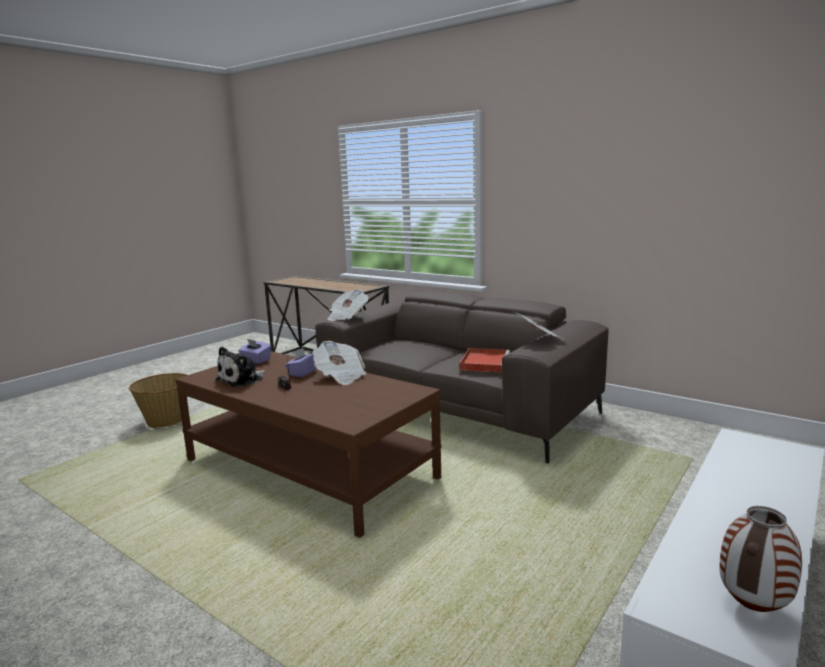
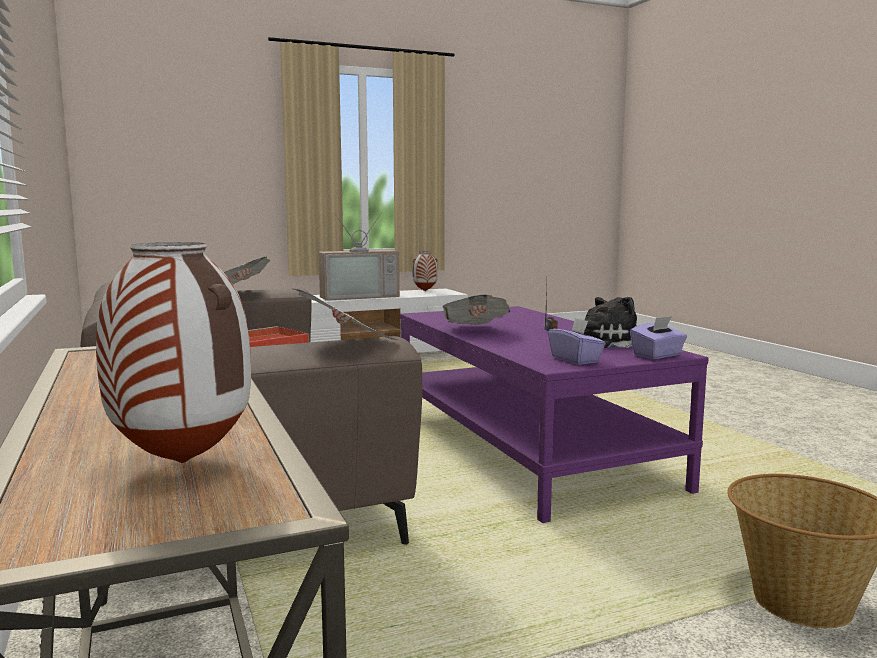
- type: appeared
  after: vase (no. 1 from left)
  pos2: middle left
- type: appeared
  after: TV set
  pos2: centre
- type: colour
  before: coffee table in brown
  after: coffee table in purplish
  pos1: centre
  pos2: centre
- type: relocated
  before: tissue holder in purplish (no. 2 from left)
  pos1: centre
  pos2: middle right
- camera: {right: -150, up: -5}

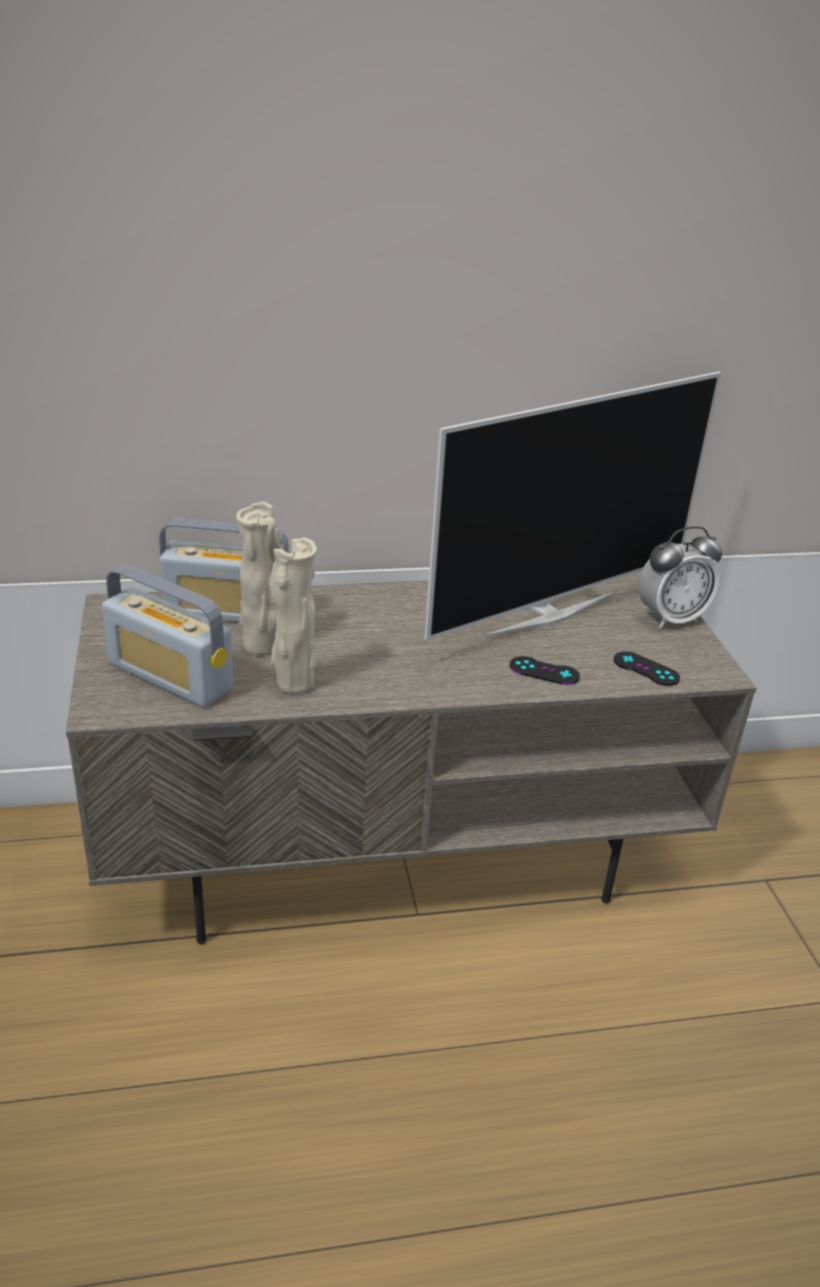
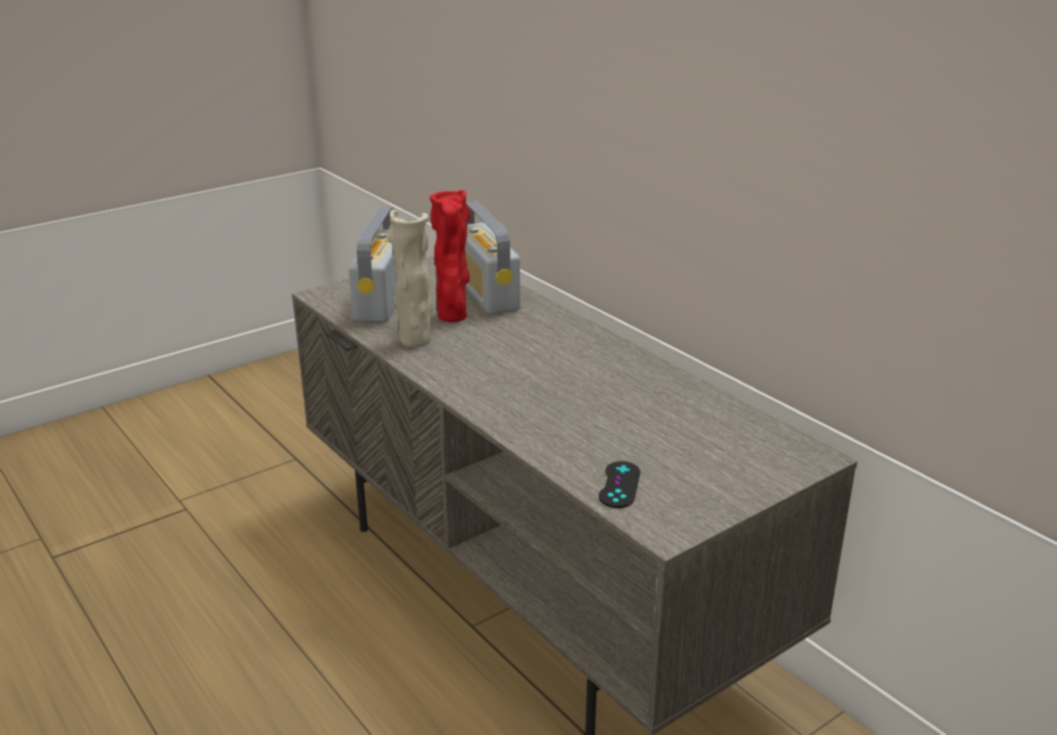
- type: colour
  before: vase in beige (no. 1 from left)
  after: vase in red
  pos1: middle left
  pos2: centre
- type: missing
  before: TV set
  pos1: middle right
- type: missing
  before: joypad in blackish (no. 1 from left)
  pos1: centre
- type: missing
  before: table clock
  pos1: middle right
- camera: {right: 65, up: -5}

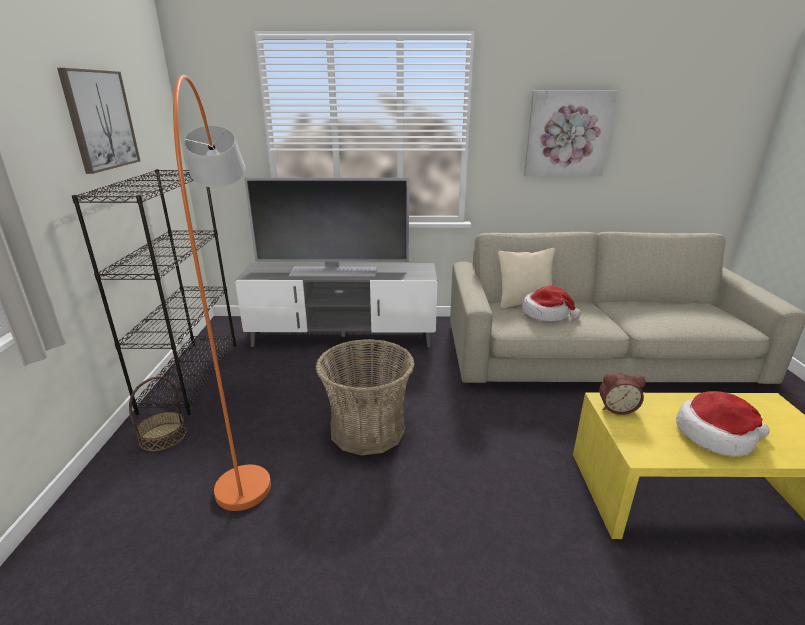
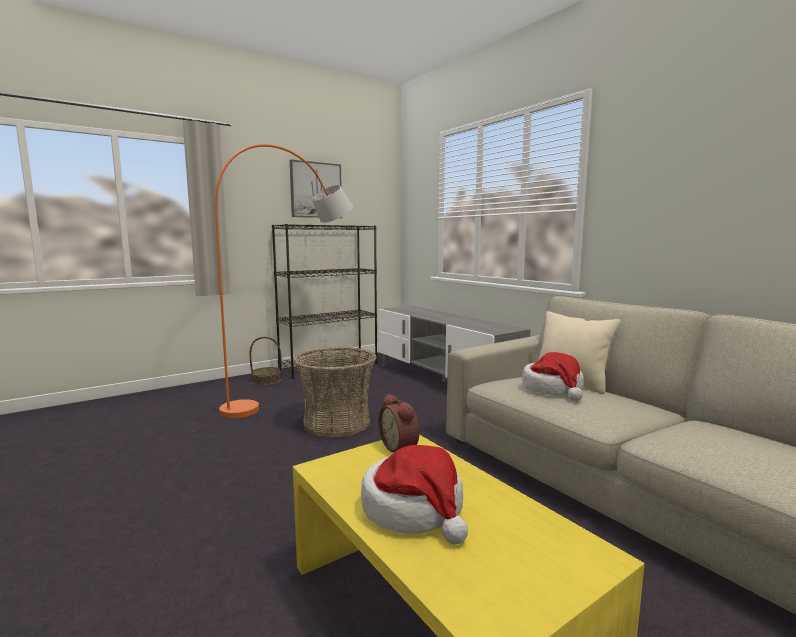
- type: missing
  before: TV set
  pos1: centre
- type: missing
  before: wall art (no. 2 from left)
  pos1: top right
- camera: {right: 55, up: -15}

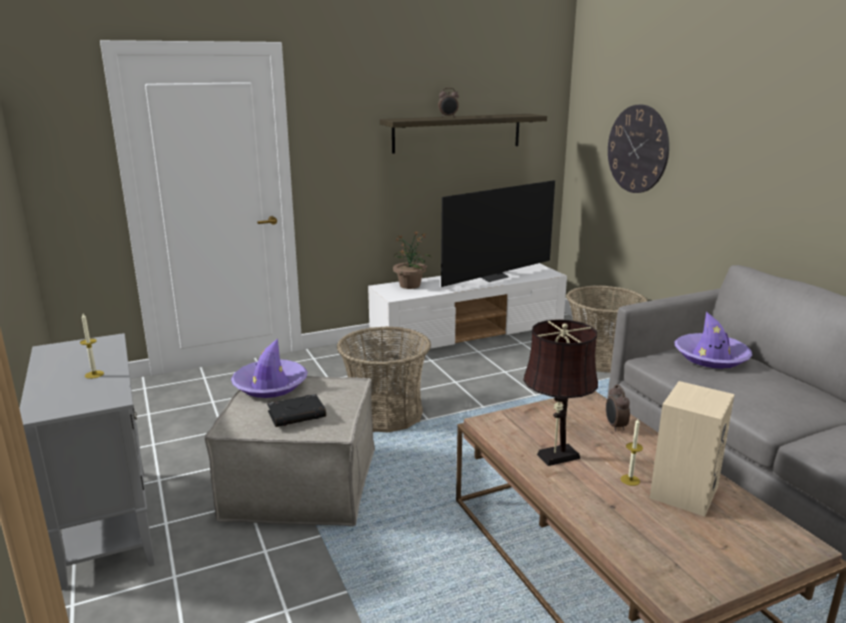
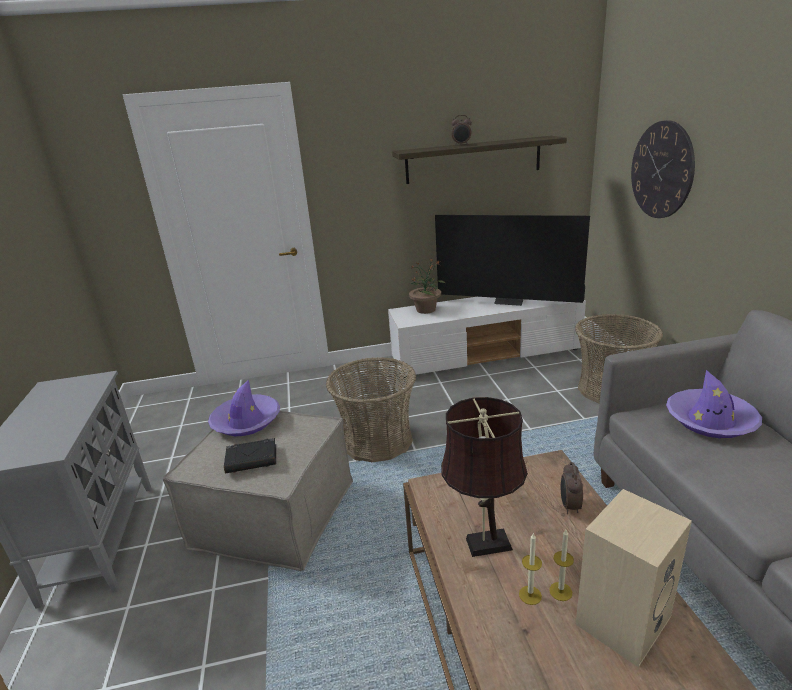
- type: spun
  before: TV set
  pos1: centre
  pos2: centre
  turn: 45
- type: relocated
  before: wax light (no. 1 from left)
  pos1: middle left
  pos2: bottom right
- camera: {right: 15, up: 5}

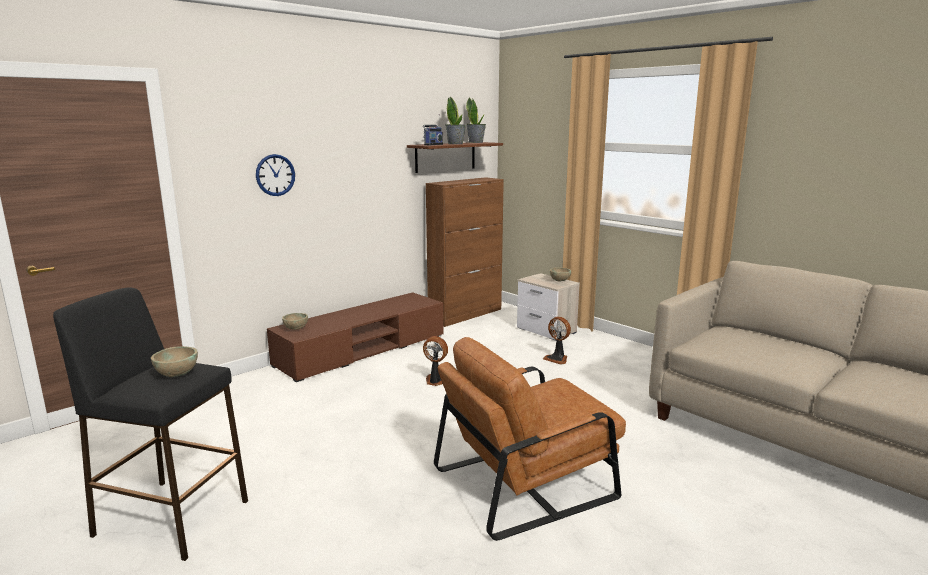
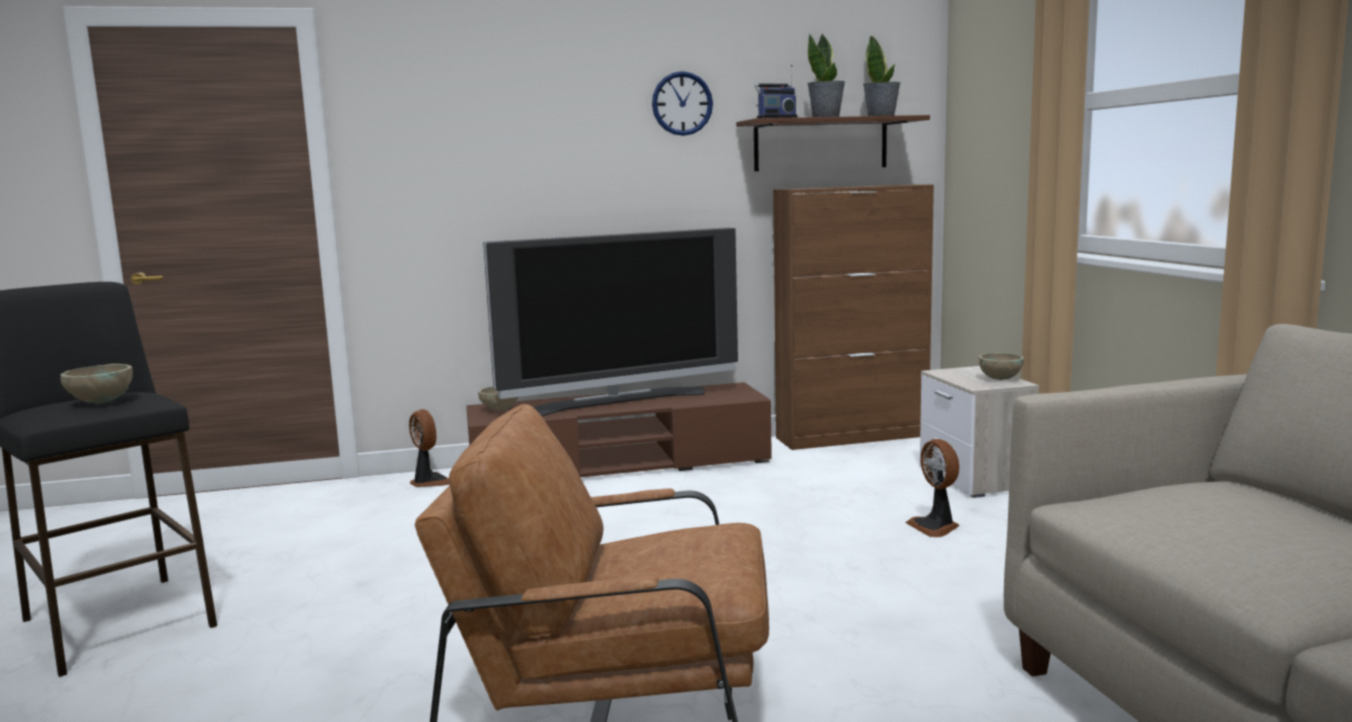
- type: relocated
  before: fan (no. 1 from left)
  pos1: centre
  pos2: middle left
- type: appeared
  after: TV set
  pos2: centre
- type: relocated
  before: wall clock
  pos1: top left
  pos2: top centre
- camera: {right: 30, up: -5}

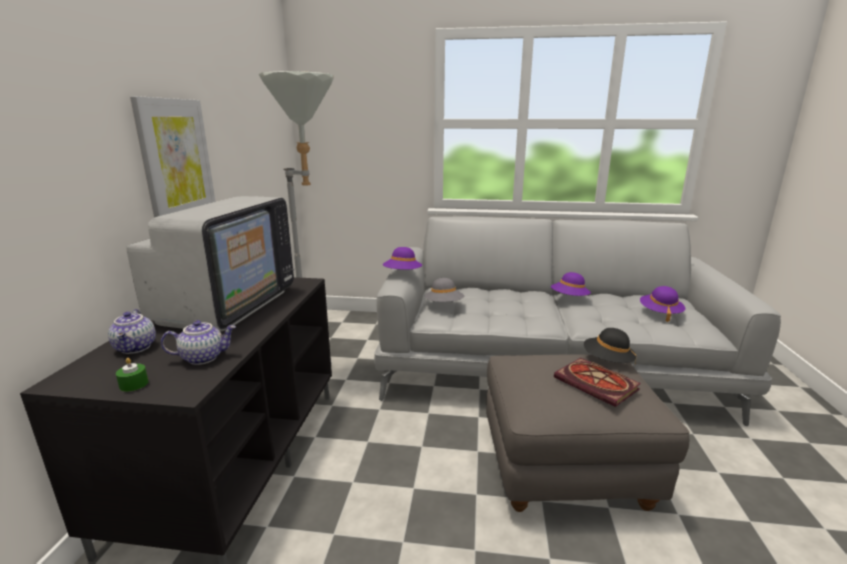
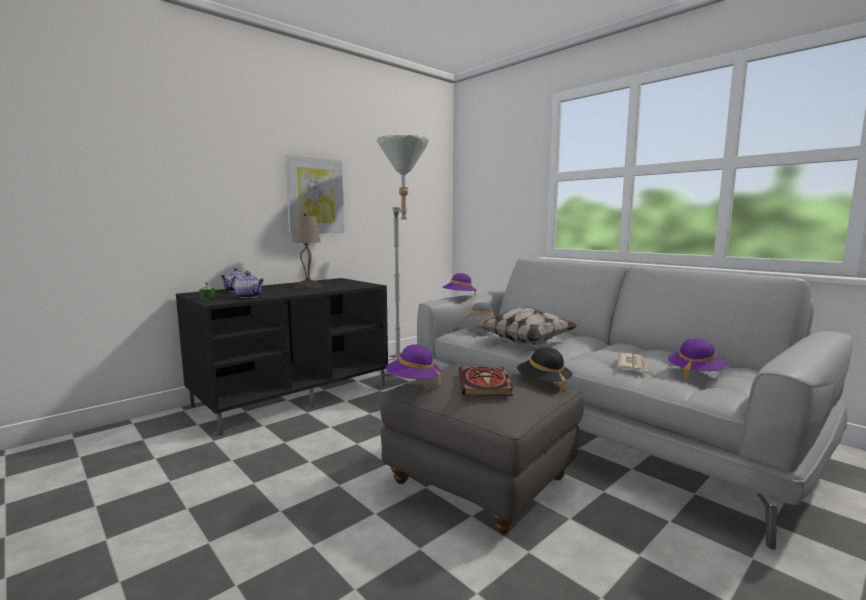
- type: exchanged
  before: TV set
  after: table lamp in beige
  pos1: middle left
  pos2: centre
- type: relocated
  before: hat in purplish (no. 2 from left in the first image)
  after: hat in purplish (no. 1 from left)
  pos1: middle right
  pos2: centre
- type: appeared
  after: throw pillow
  pos2: centre
- type: appeared
  after: newspaper
  pos2: middle right
- camera: {right: 40, up: -10}

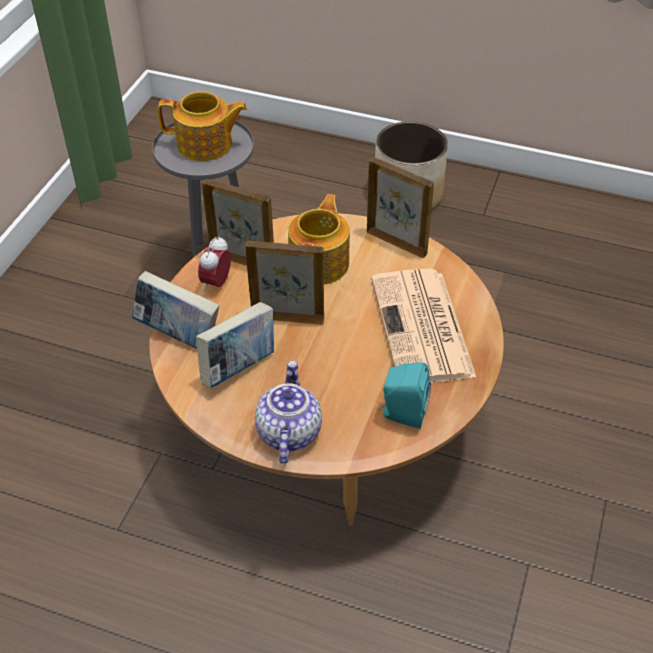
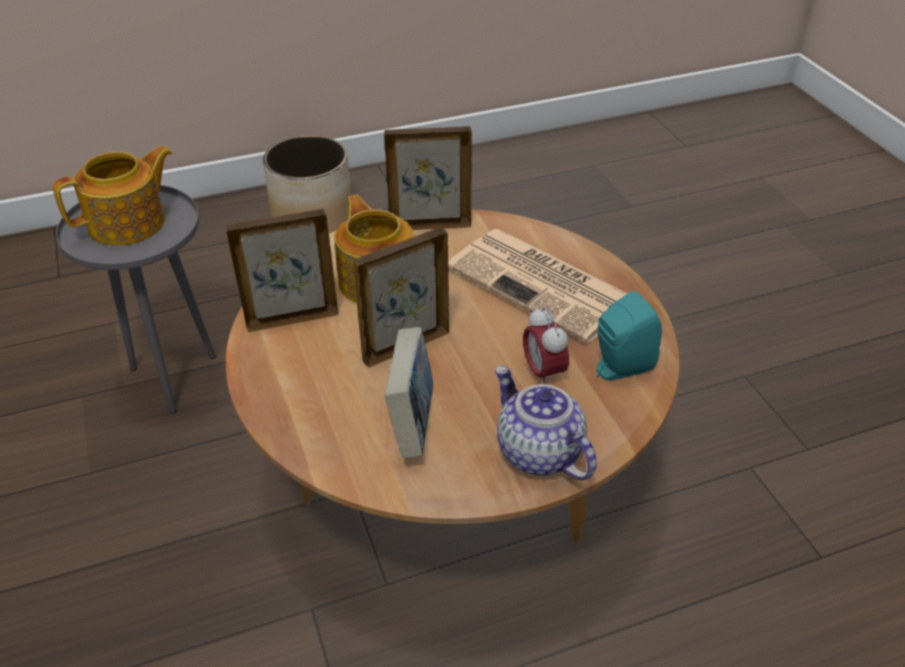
- type: relocated
  before: table clock
  pos1: middle left
  pos2: centre
- type: missing
  before: bound book (no. 1 from left)
  pos1: middle left
- camera: {right: -40, up: -5}

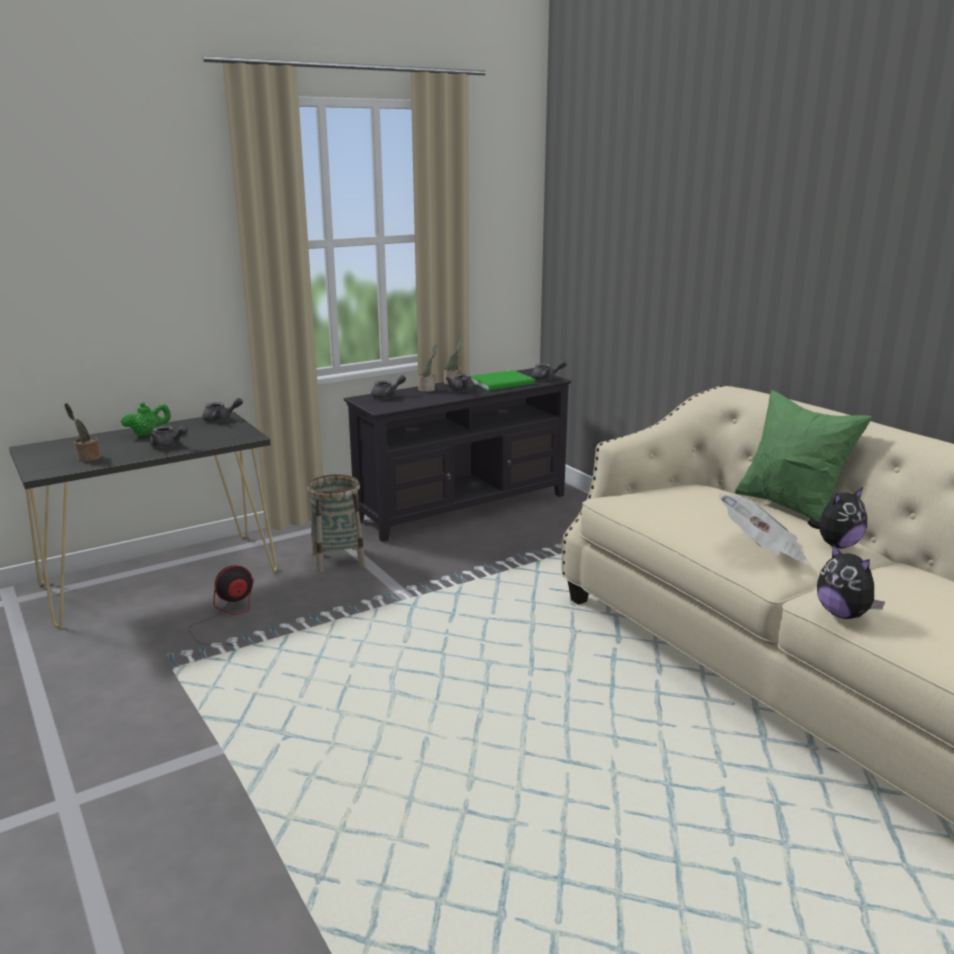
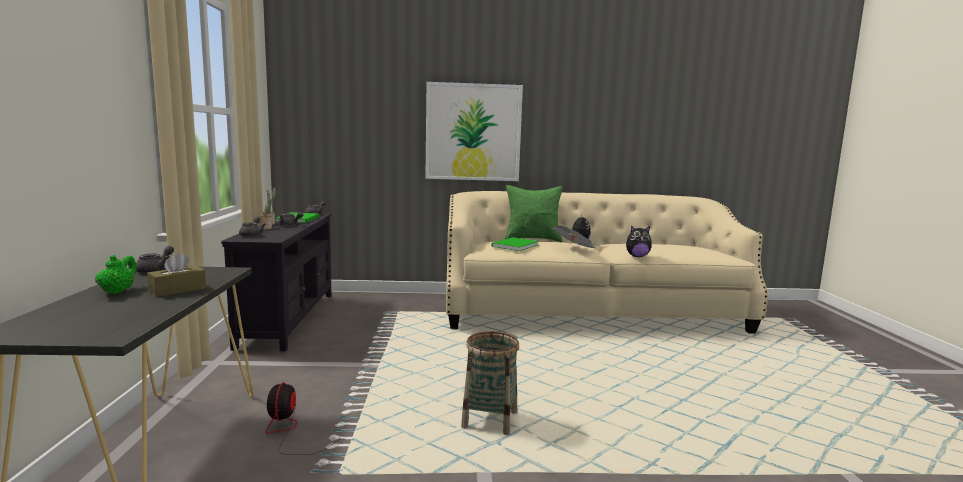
- type: exchanged
  before: pot for tea in gray (no. 1 from left)
  after: tissue holder in brown
  pos1: middle left
  pos2: middle left
- type: appeared
  after: wall art
  pos2: top centre
- type: relocated
  before: storage basket
  pos1: centre
  pos2: bottom centre
- type: appeared
  after: bound book in green-coloured (no. 2 from left)
  pos2: centre
- type: missing
  before: plant in a pot (no. 1 from left)
  pos1: middle left
- camera: {right: -60, up: -10}

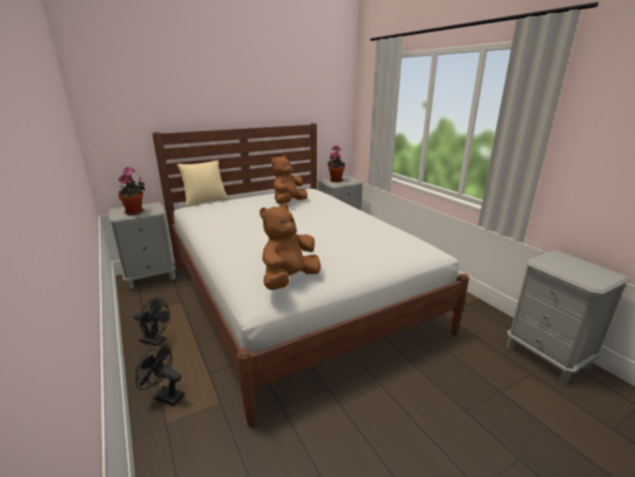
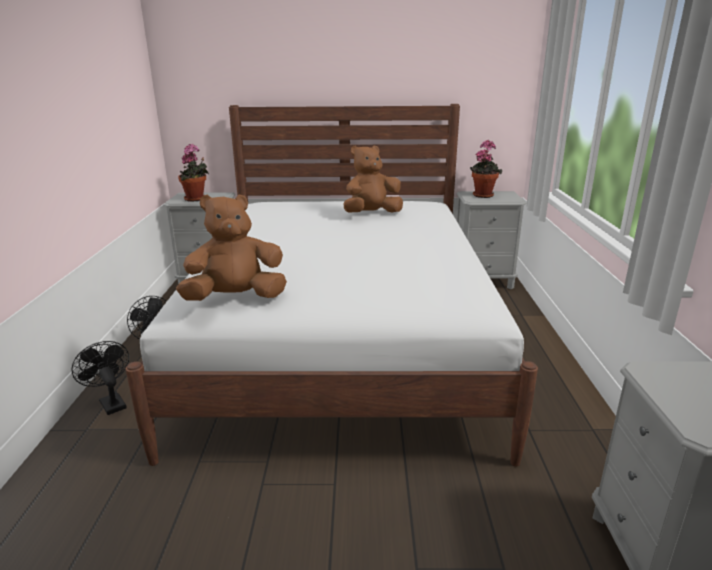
- type: missing
  before: throw pillow
  pos1: middle left
- camera: {right: 30, up: 0}

